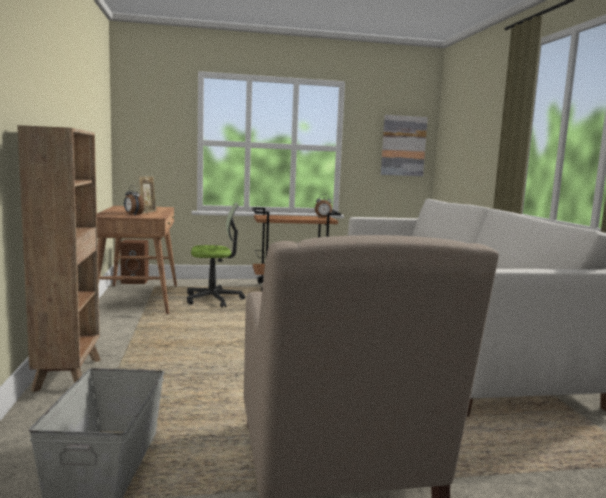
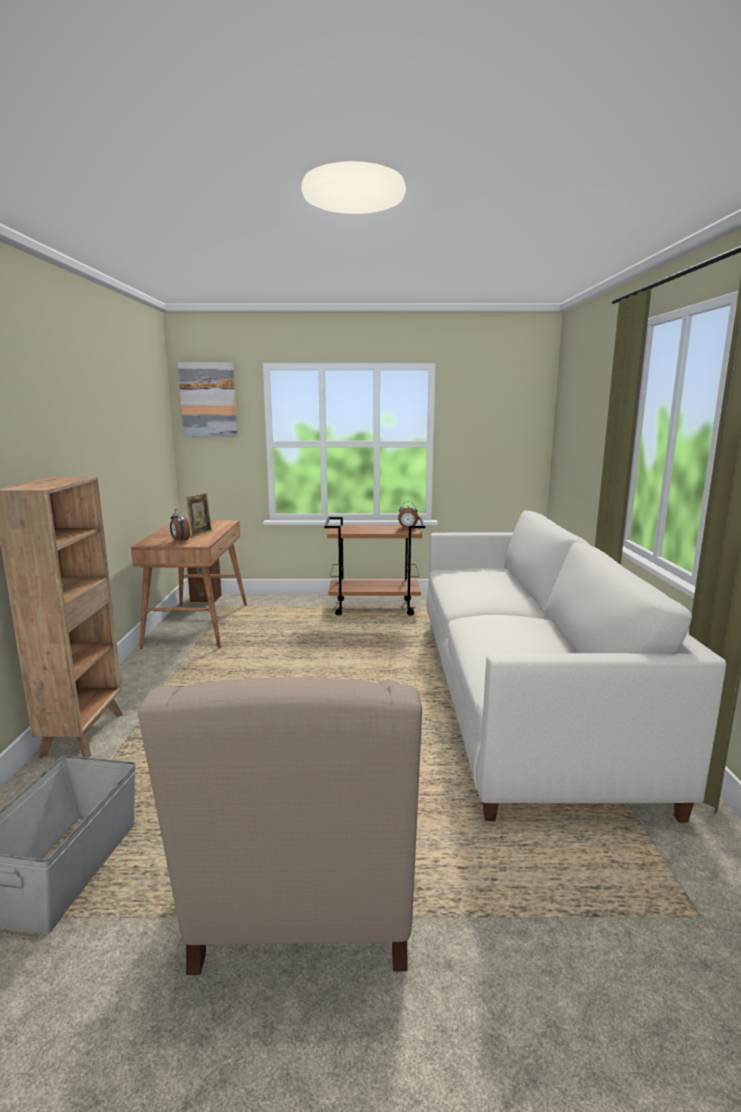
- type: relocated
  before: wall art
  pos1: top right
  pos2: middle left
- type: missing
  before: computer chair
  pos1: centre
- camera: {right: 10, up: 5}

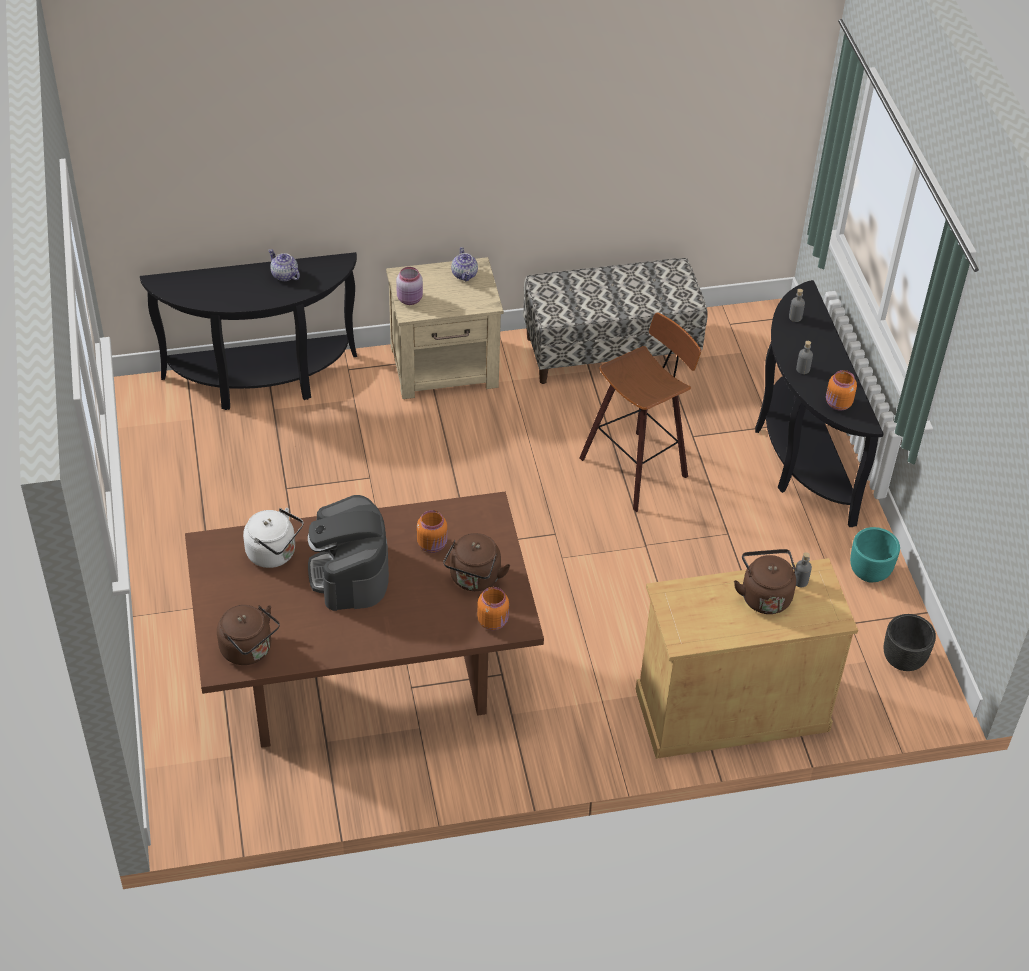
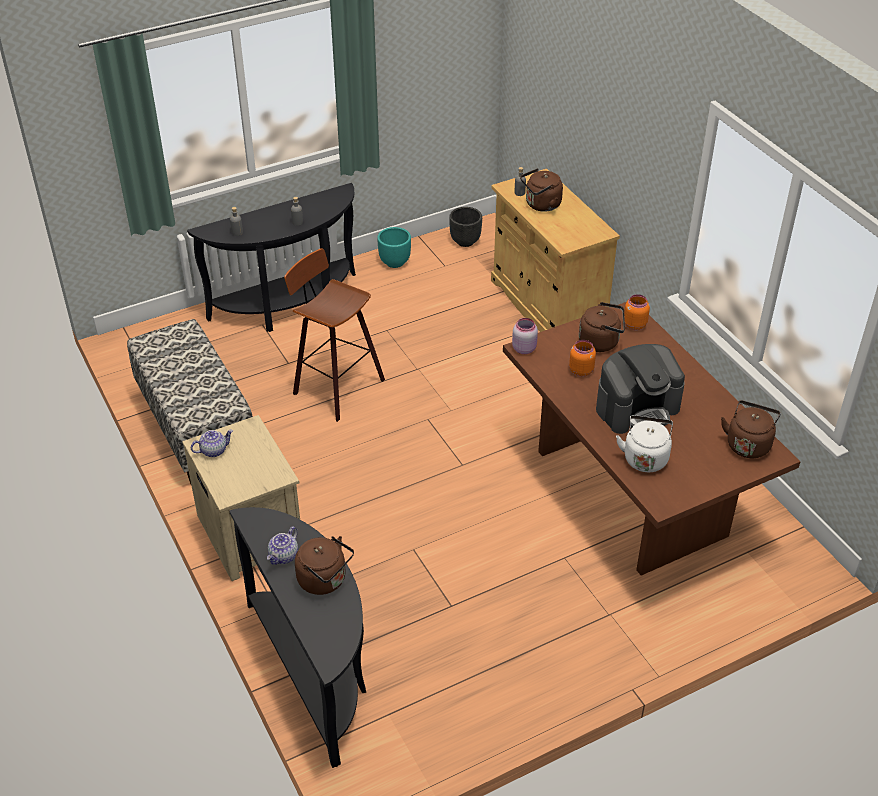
- type: appeared
  after: water kettle in brown (no. 1 from left)
  pos2: bottom centre
- type: relocated
  before: preserve jar in pink-coloured
  pos1: top centre
  pos2: centre
- type: missing
  before: preserve jar in orangey (no. 3 from left)
  pos1: middle right
- camera: {right: -105, up: -5}

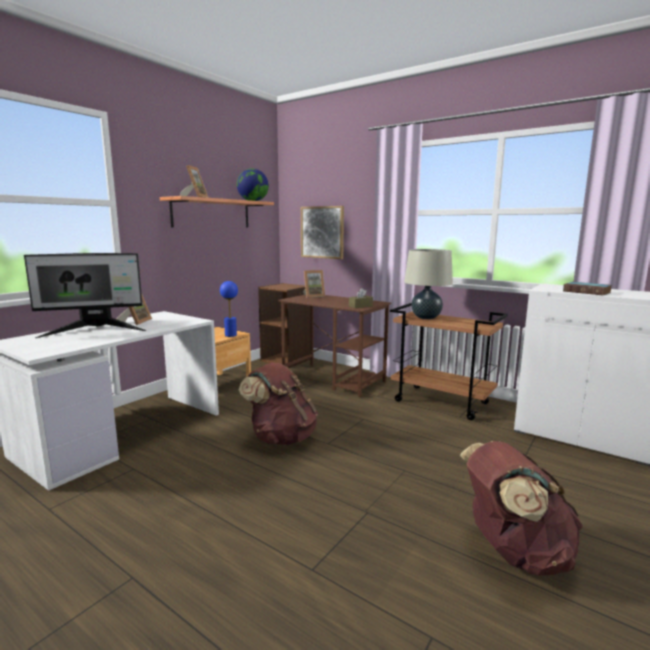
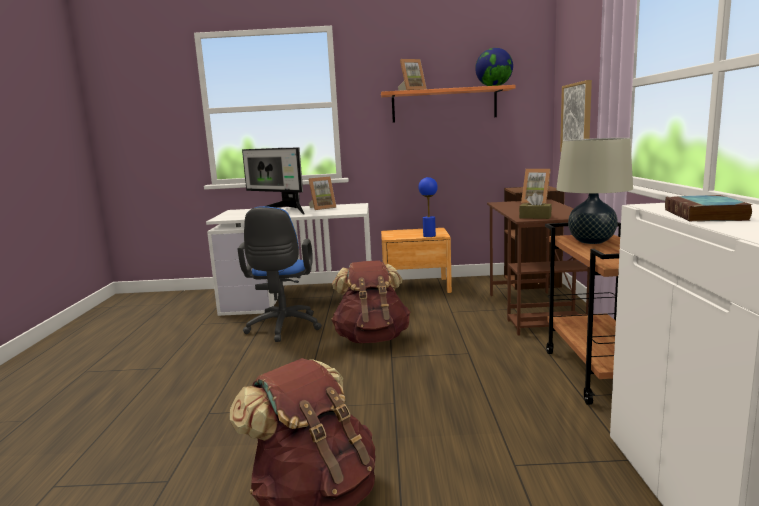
- type: appeared
  after: computer chair in blue-coloured
  pos2: centre
- camera: {right: 55, up: 0}

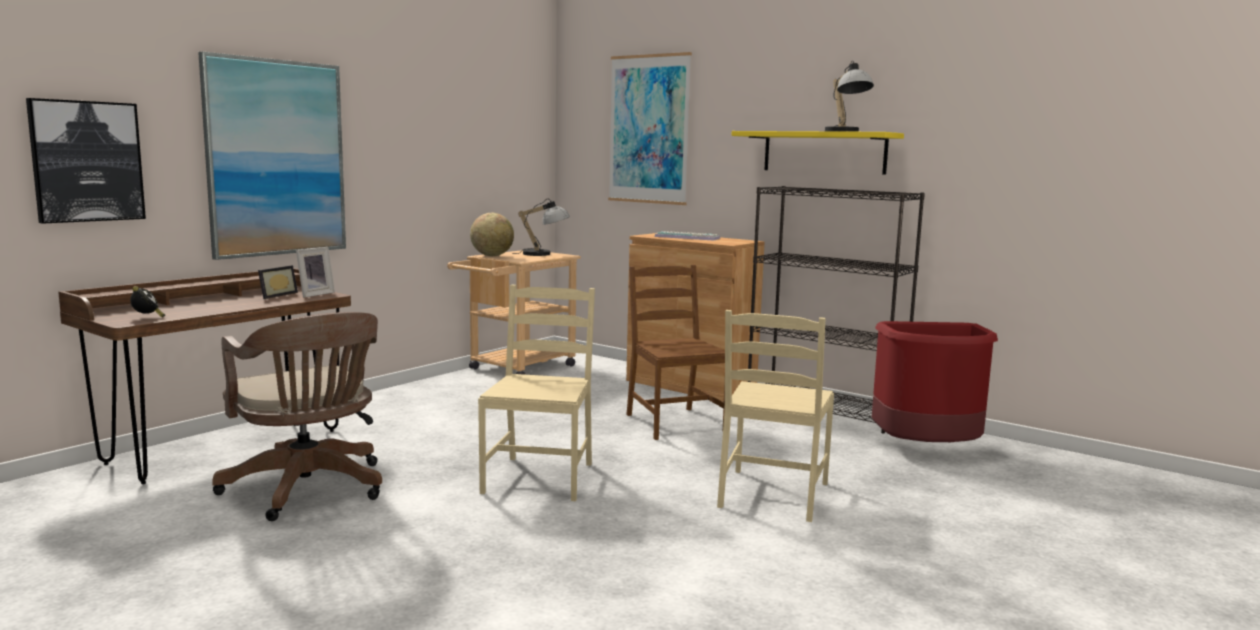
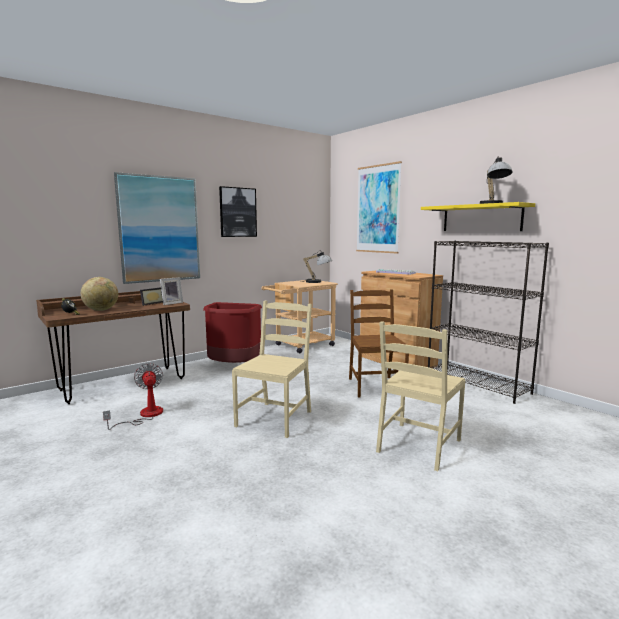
- type: relocated
  before: globe
  pos1: centre
  pos2: middle left
- type: exchanged
  before: computer chair in brown
  after: fan
  pos1: middle left
  pos2: middle left
- type: relocated
  before: trash can in red
  pos1: middle right
  pos2: centre
- type: relocated
  before: wall art (no. 1 from left in the first image)
  after: wall art (no. 2 from left)
  pos1: top left
  pos2: centre
- camera: {right: 15, up: 0}

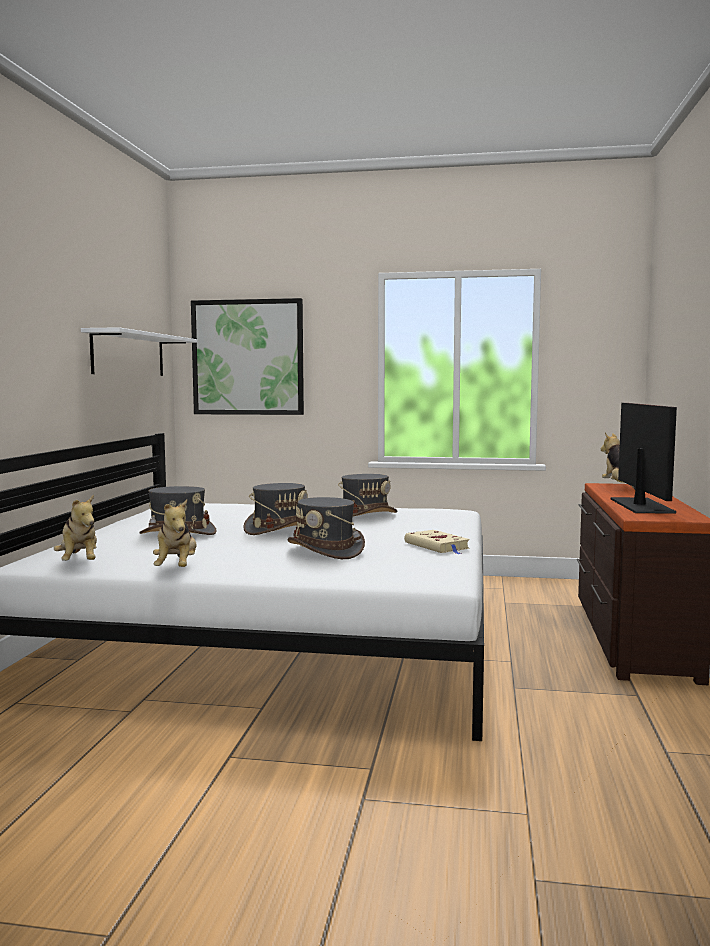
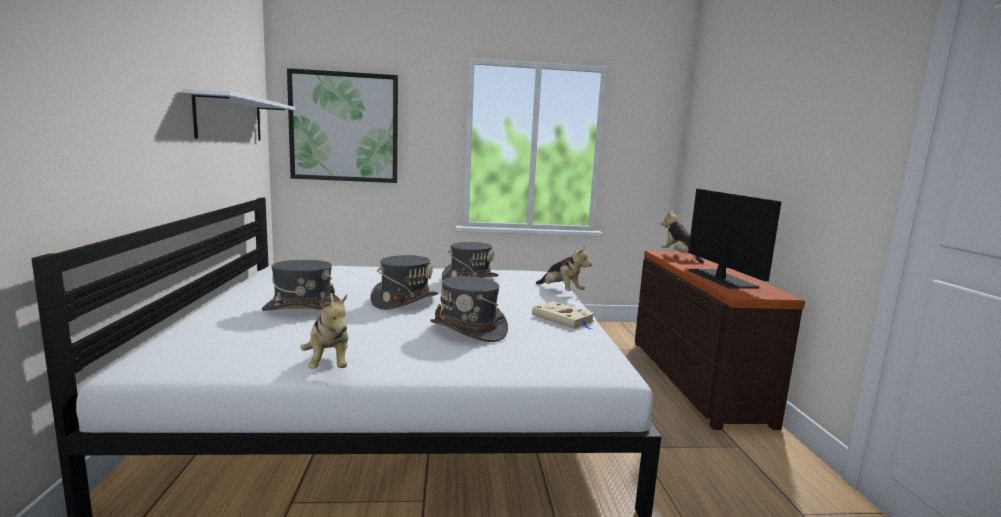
- type: relocated
  before: plush toy (no. 1 from left in the first image)
  after: plush toy (no. 2 from left)
  pos1: middle left
  pos2: centre
- camera: {right: -15, up: 5}

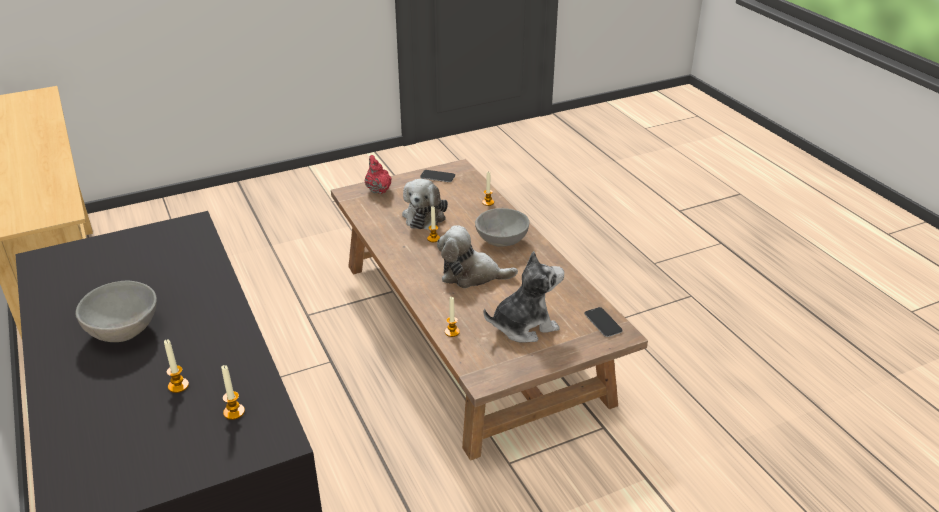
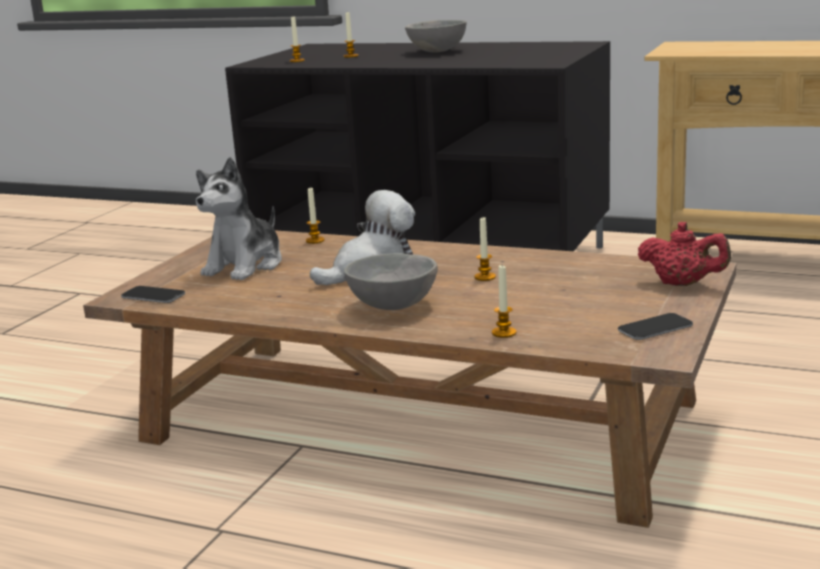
- type: missing
  before: plush toy (no. 1 from left)
  pos1: centre
- camera: {right: 140, up: -15}

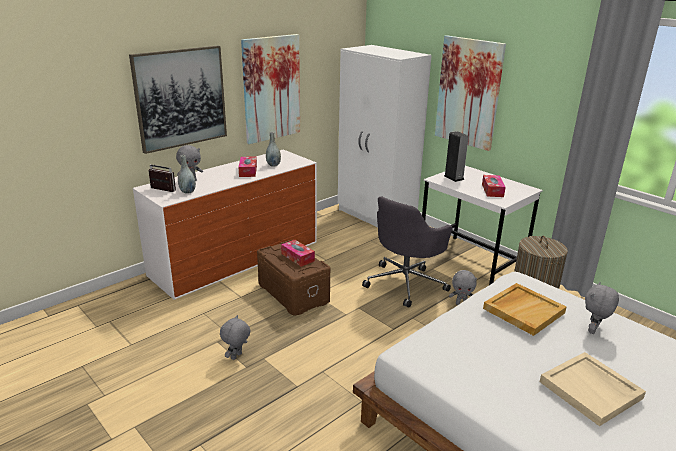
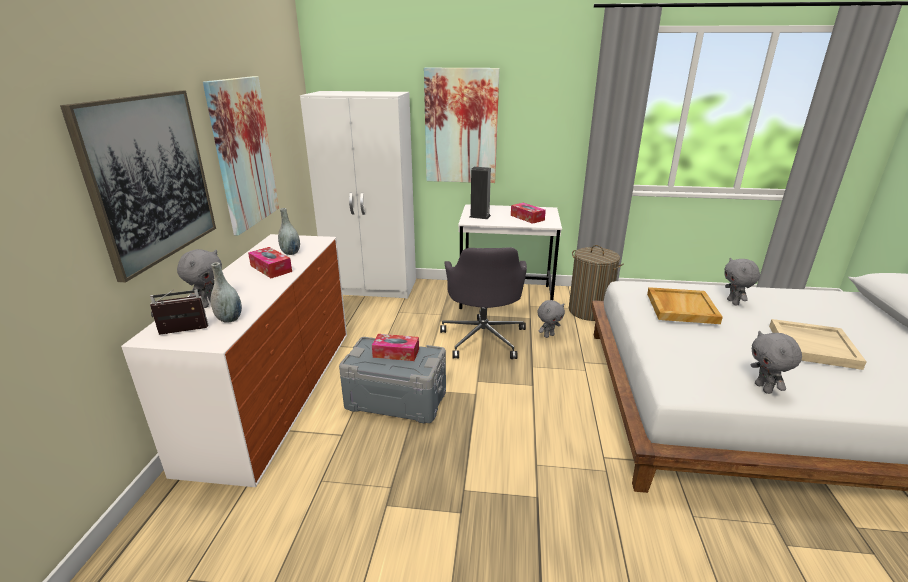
- type: colour
  before: storage container in brown
  after: storage container in gray
  pos1: centre
  pos2: centre
- type: relocated
  before: plush toy in gray (no. 2 from left in the first image)
  after: plush toy in gray (no. 4 from left)
  pos1: bottom centre
  pos2: middle right
- camera: {right: -40, up: 0}

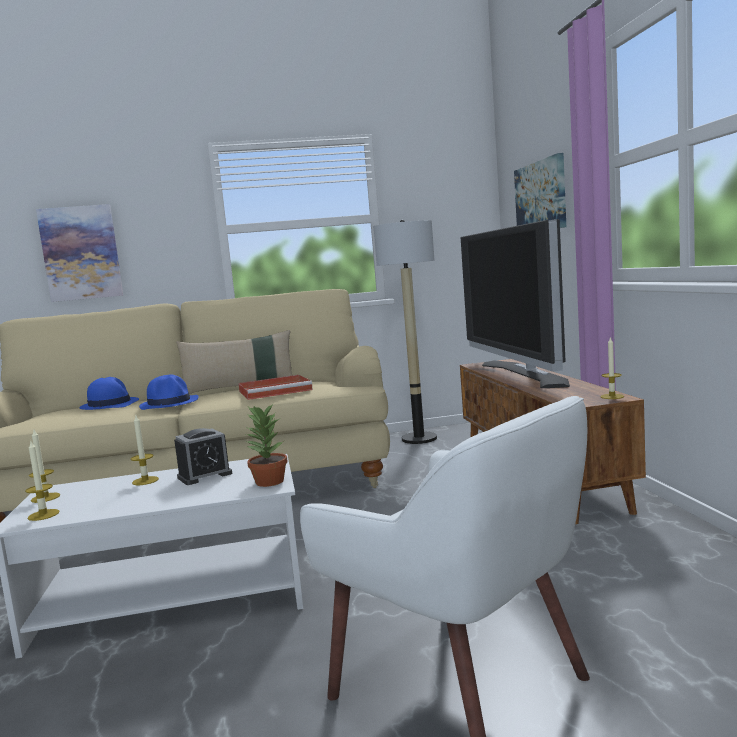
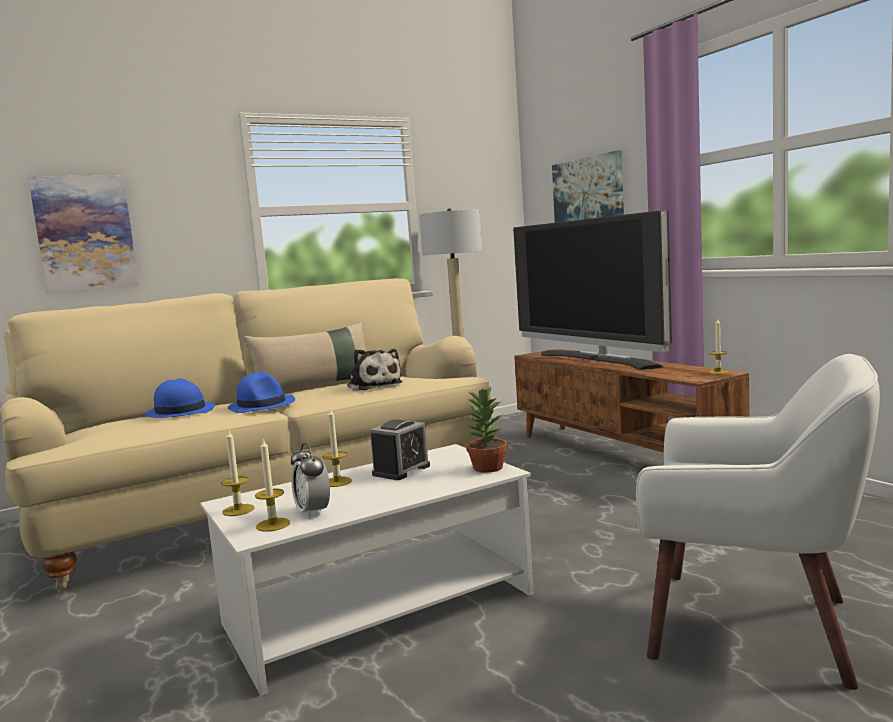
- type: appeared
  after: table clock (no. 1 from left)
  pos2: centre
- type: exchanged
  before: tray in red
  after: plush toy
  pos1: centre
  pos2: centre
- camera: {right: -20, up: 0}

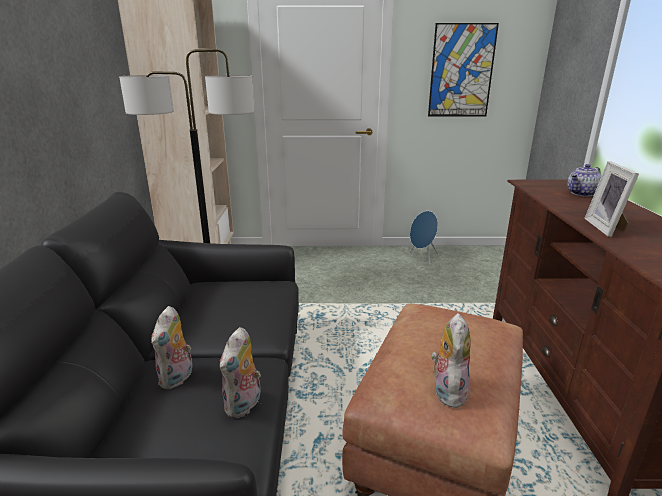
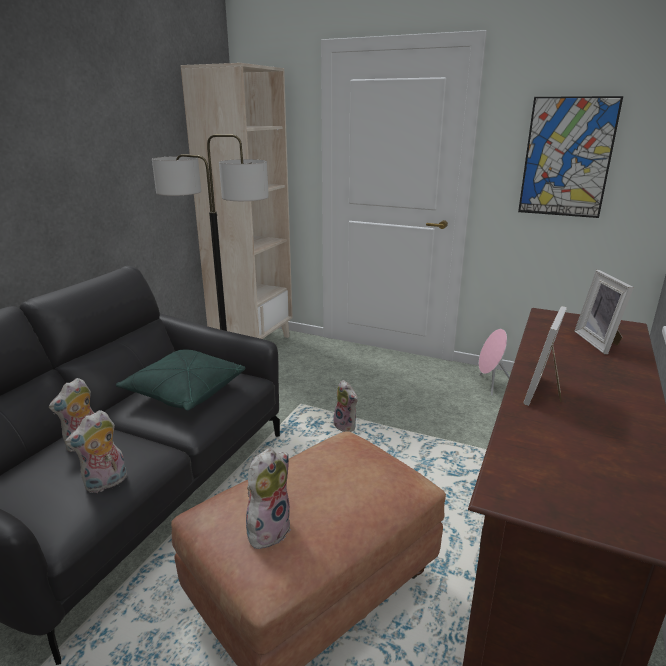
- type: appeared
  after: throw pillow in green-coloured
  pos2: middle left
- type: appeared
  after: plush toy (no. 4 from left)
  pos2: centre
- type: colour
  before: loudspeaker in blue-coloured
  after: loudspeaker in pink-coloured
  pos1: centre
  pos2: middle right
- type: exchanged
  before: pot for tea
  after: photo frame (no. 2 from left)
  pos1: middle right
  pos2: middle right
- camera: {right: 25, up: 0}

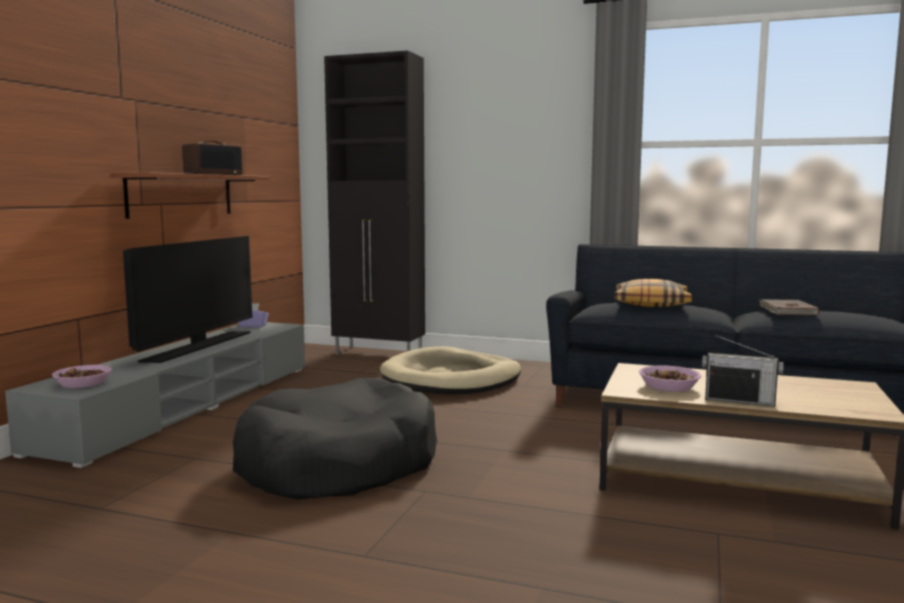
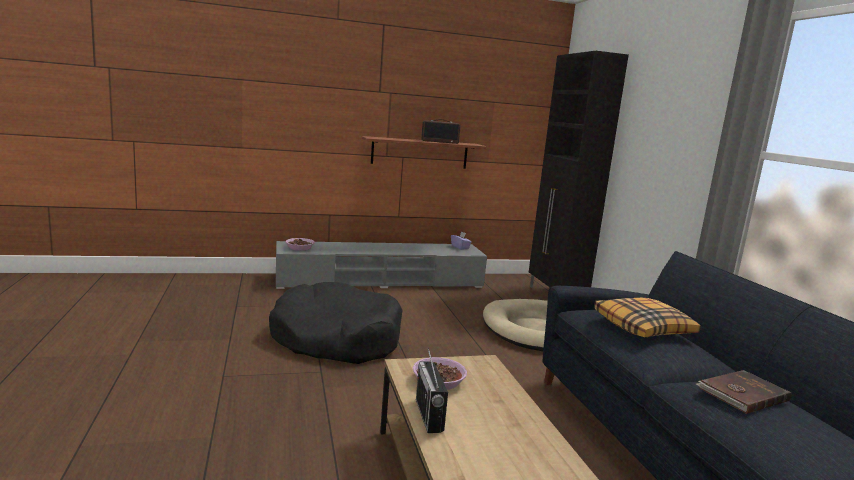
- type: missing
  before: TV set
  pos1: middle left
- camera: {right: 55, up: 5}

